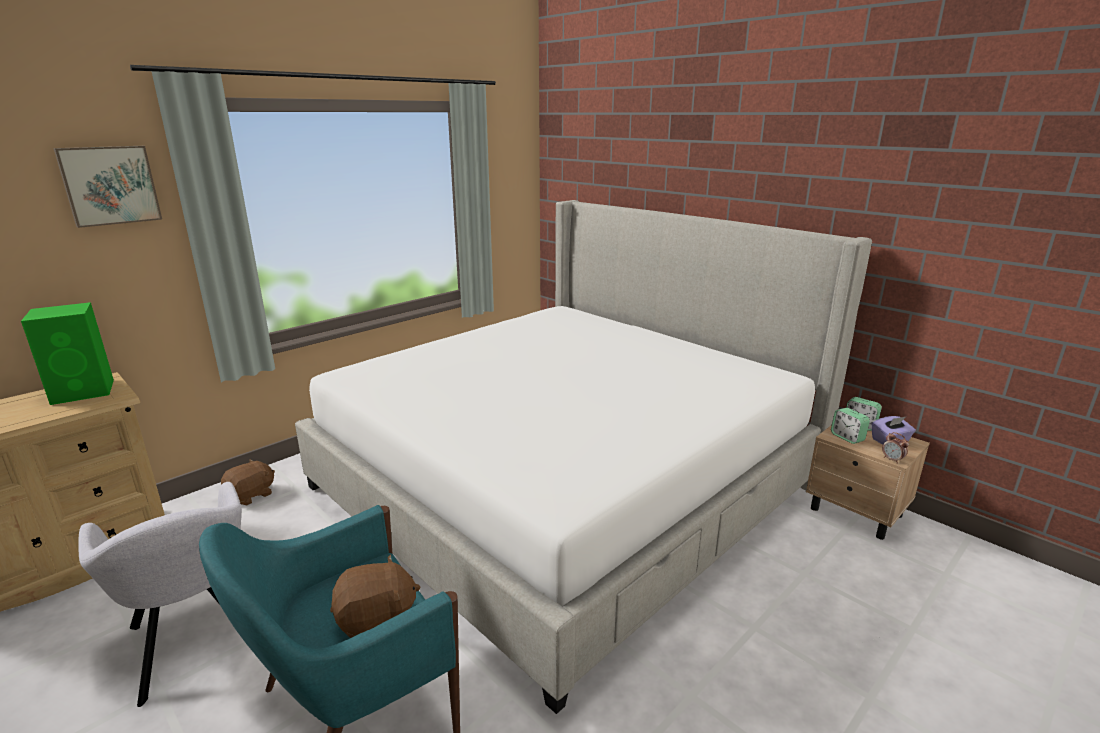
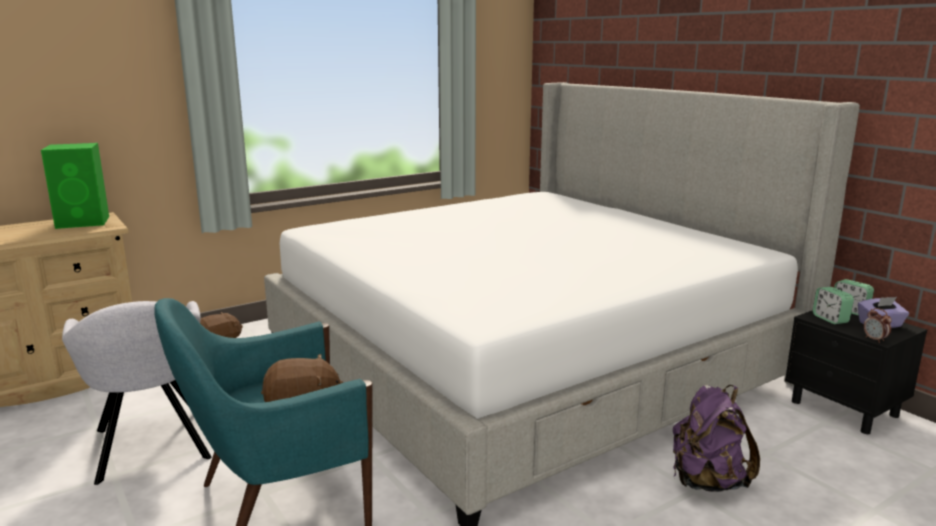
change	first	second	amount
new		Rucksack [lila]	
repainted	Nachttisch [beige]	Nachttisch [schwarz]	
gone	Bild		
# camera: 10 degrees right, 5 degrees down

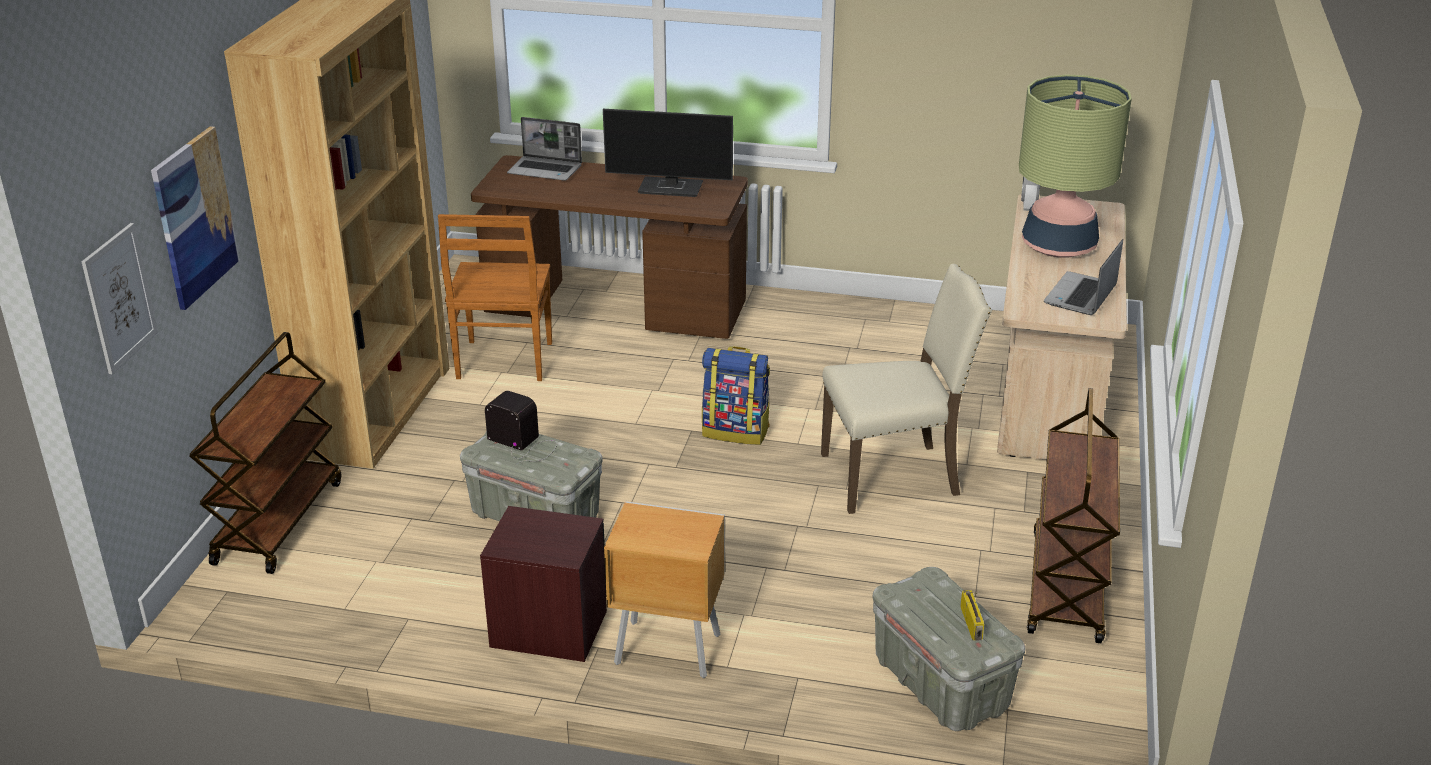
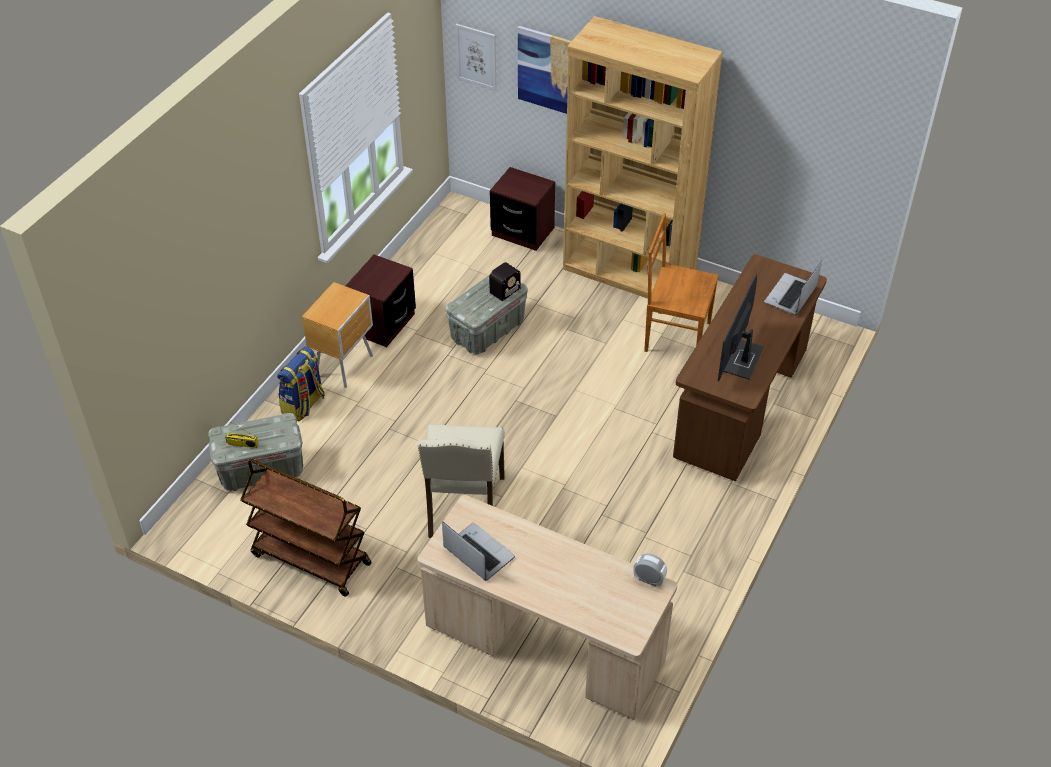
change	first	second	amount
shifted	Rucksack		
swapped	Rollwagen [braun] (no. 1 from left)	Nachttisch [braun] (no. 3 from left)	
gone	Tischlampe		
# camera: 105 degrees right, 15 degrees up

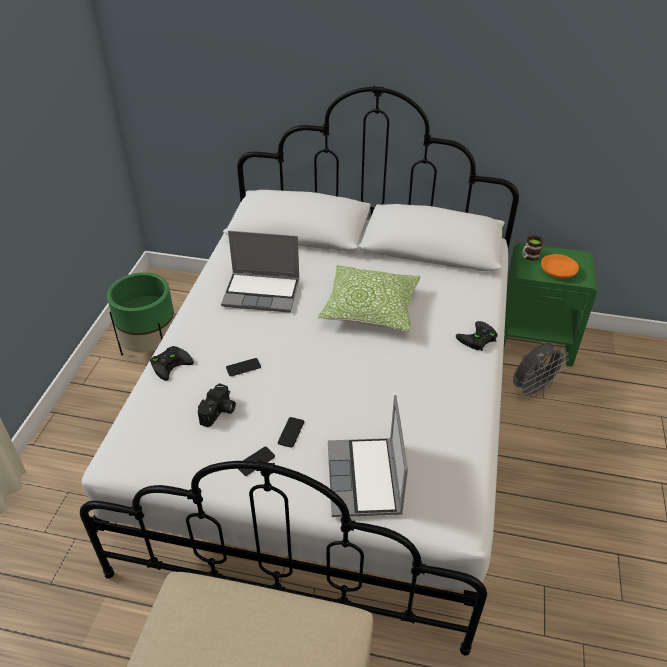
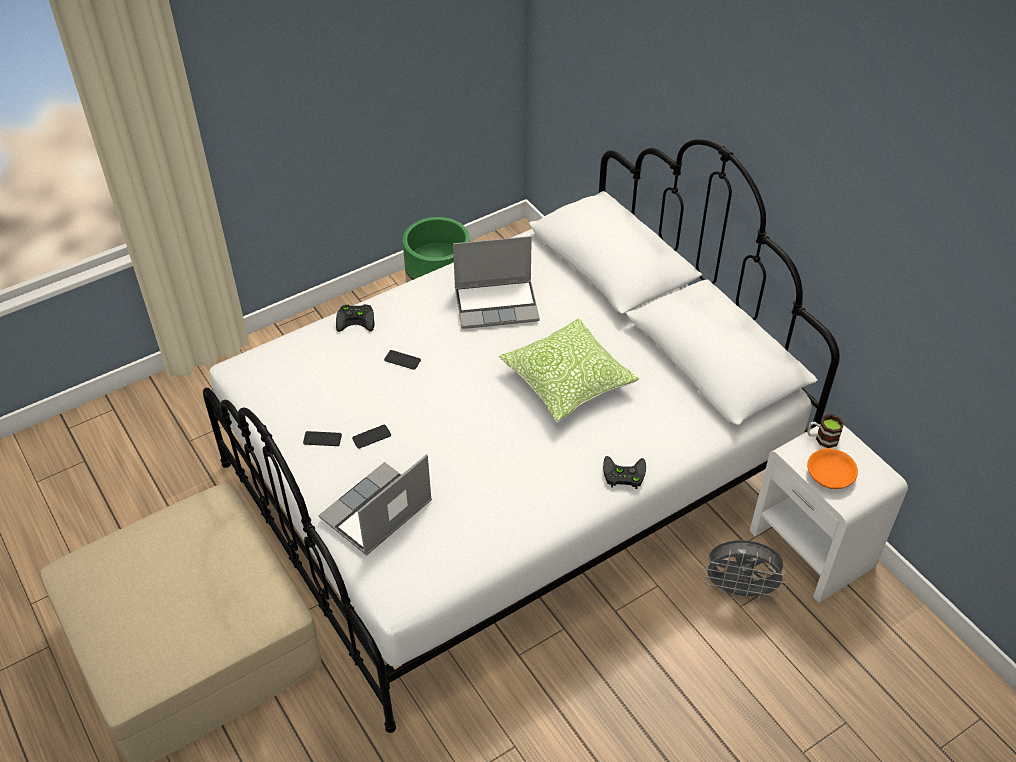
change	first	second	amount
rotated	Laptop (no. 1 from left in the first image)	Laptop (no. 2 from left)	60 degrees counterclockwise
repainted	Nachttisch [grün]	Nachttisch [weiß]	
gone	Kamera		
# camera: 45 degrees right, 5 degrees up

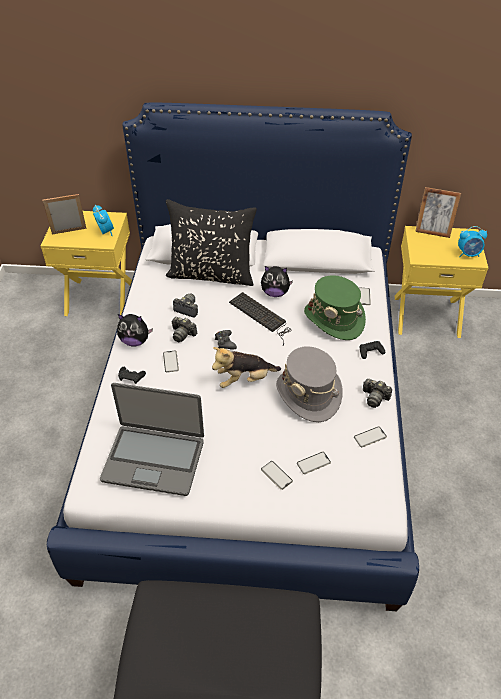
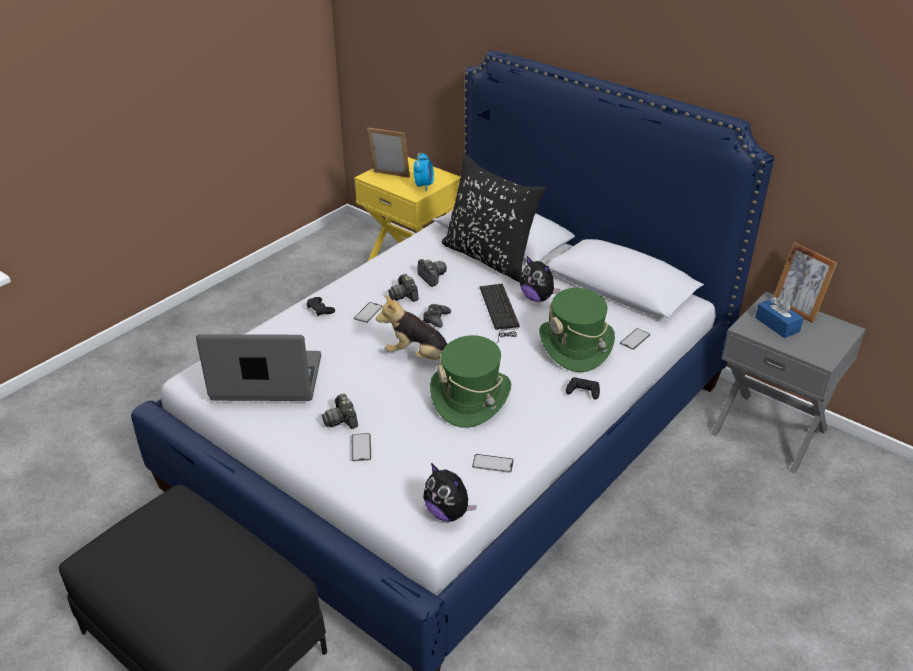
change	first	second	amount
rotated	Laptop		135 degrees clockwise
shifted	Kamera (no. 3 from left in the first image)	Kamera (no. 1 from left)	
shifted	Plüschtier (no. 1 from left in the first image)	Plüschtier (no. 2 from left)	
repainted	Hut [grau]	Hut [grün] (no. 1 from left)	
repainted	Nachttisch [gelb] (no. 2 from left)	Nachttisch [grau]	
new		Taschentuchbox [blau]	
gone	Handy (no. 3 from left)		
gone	Wecker (no. 2 from left)		
# camera: 35 degrees right, 10 degrees down

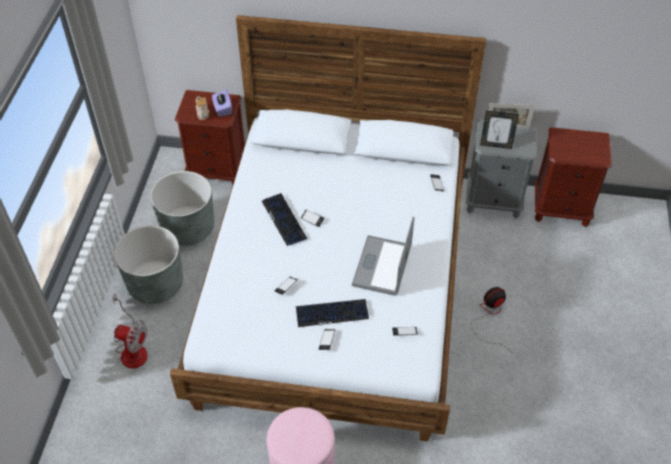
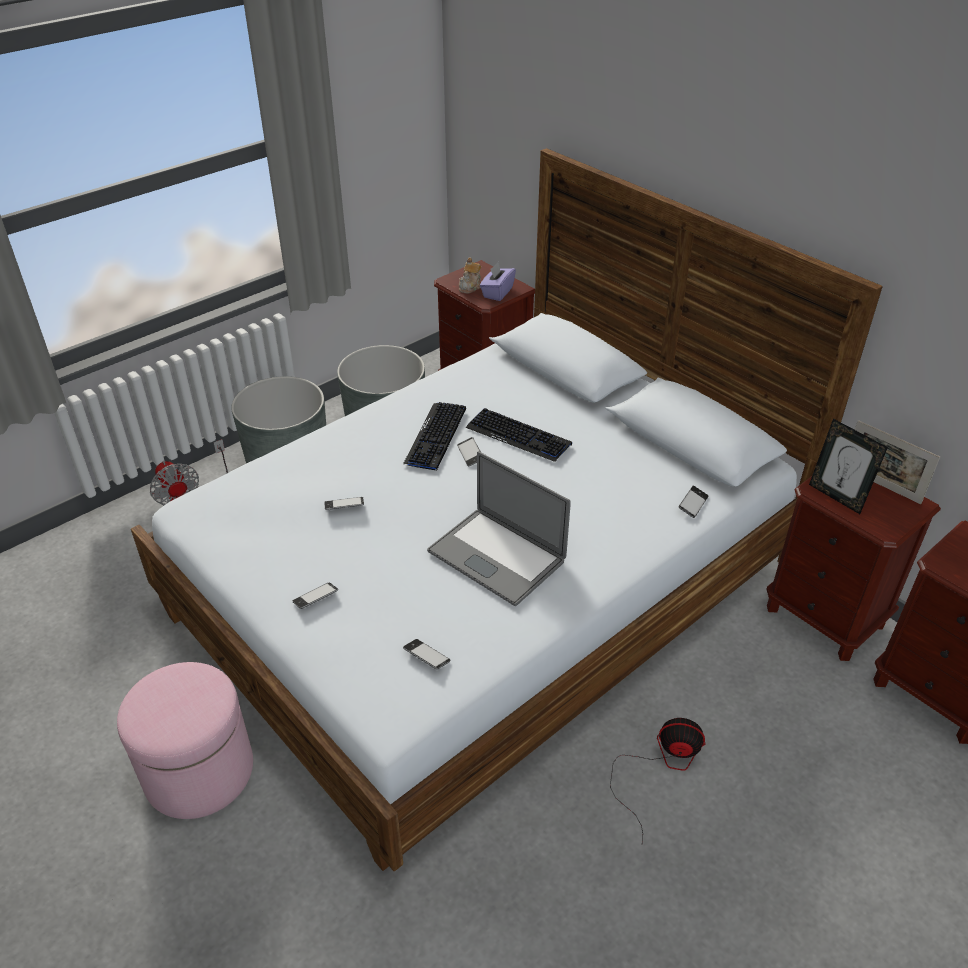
change	first	second	amount
rotated	Laptop		105 degrees counterclockwise
shifted	Tastatur (no. 2 from left)		
repainted	Nachttisch [grau]	Nachttisch [braun] (no. 2 from left)	
# camera: 40 degrees right, 10 degrees down

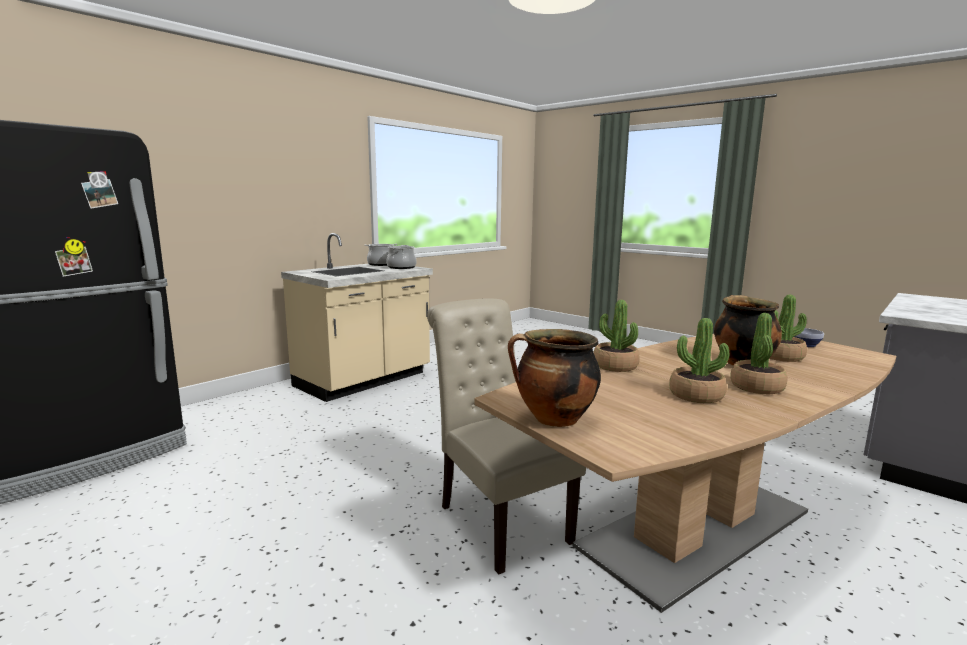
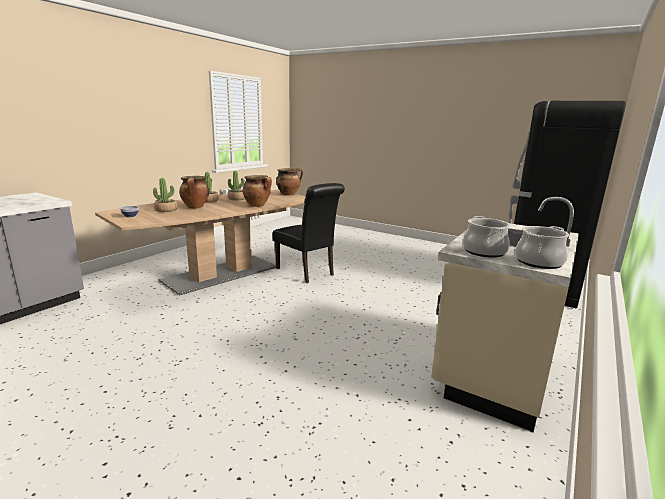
change	first	second	amount
swapped	Topfpflanze (no. 1 from left)	Kochtopf (no. 2 from left)	
repainted	Stuhl [beige]	Stuhl [schwarz]	
# camera: 170 degrees right, 5 degrees up

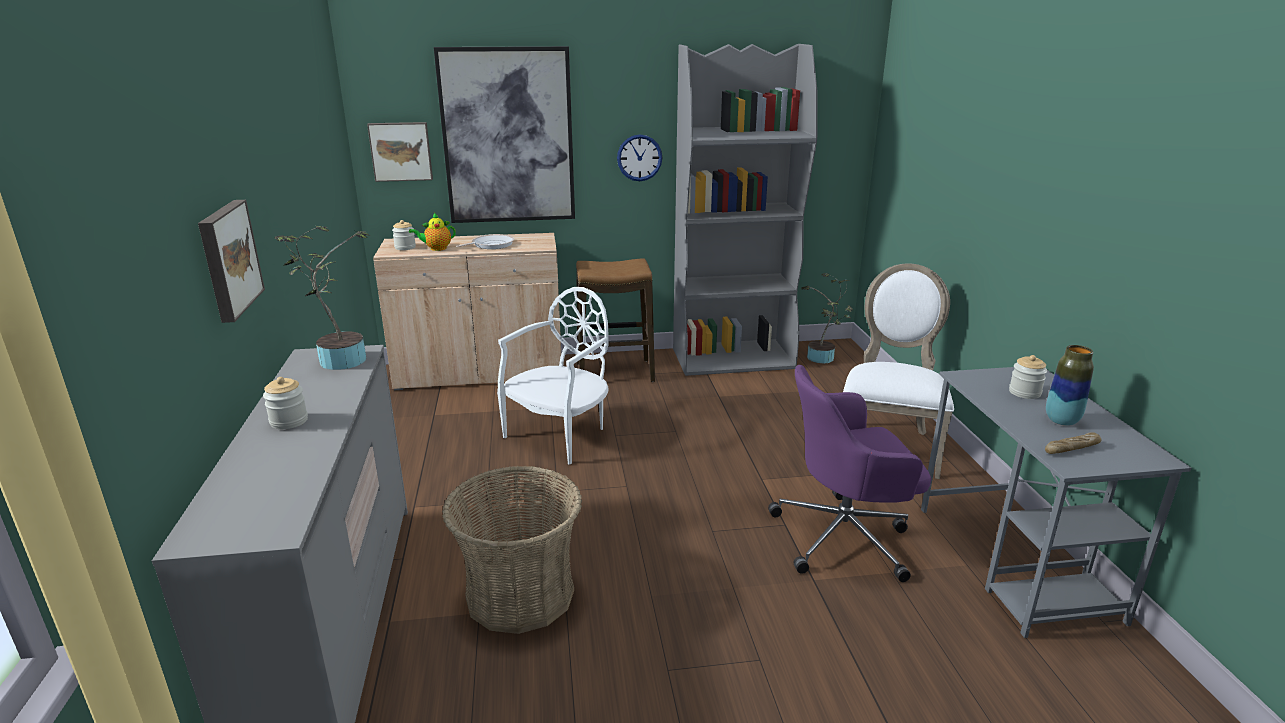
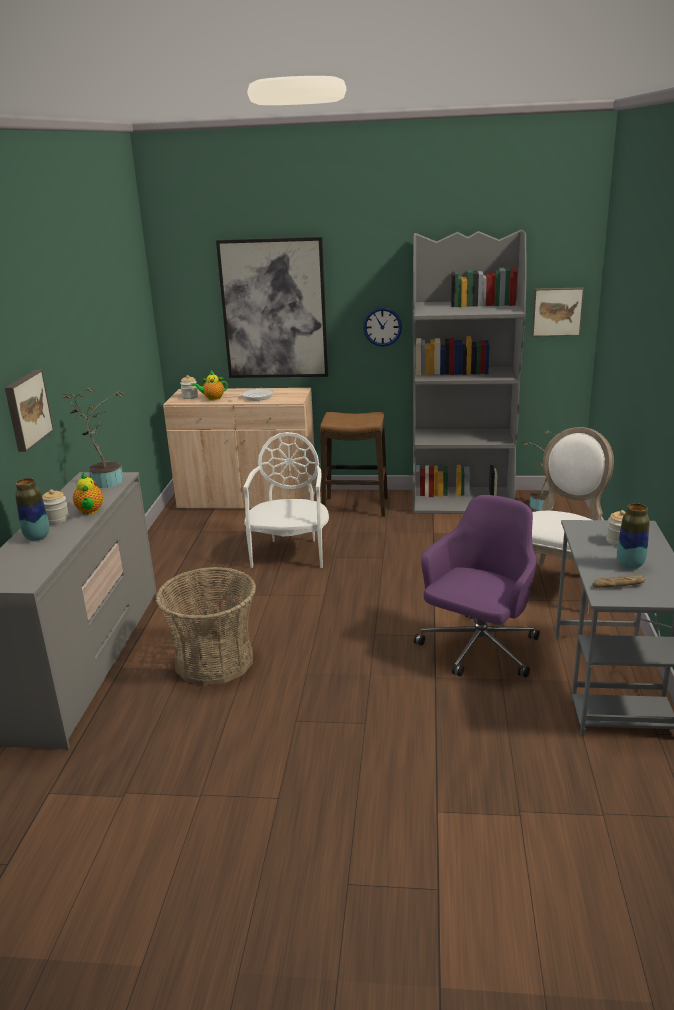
change	first	second	amount
new		Vase (no. 1 from left)	
new		Teekanne (no. 1 from left)	
rotated	Stuhl [weiß] (no. 1 from left)		45 degrees counterclockwise
rotated	Bürostuhl [lila]		120 degrees clockwise
shifted	Bild (no. 2 from left in the first image)	Bild (no. 3 from left)	
# camera: 15 degrees right, 0 degrees up

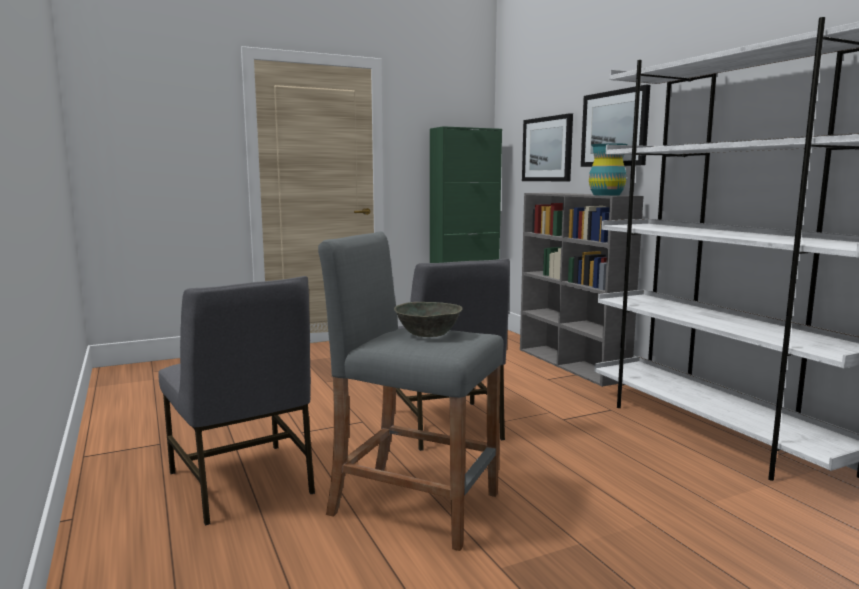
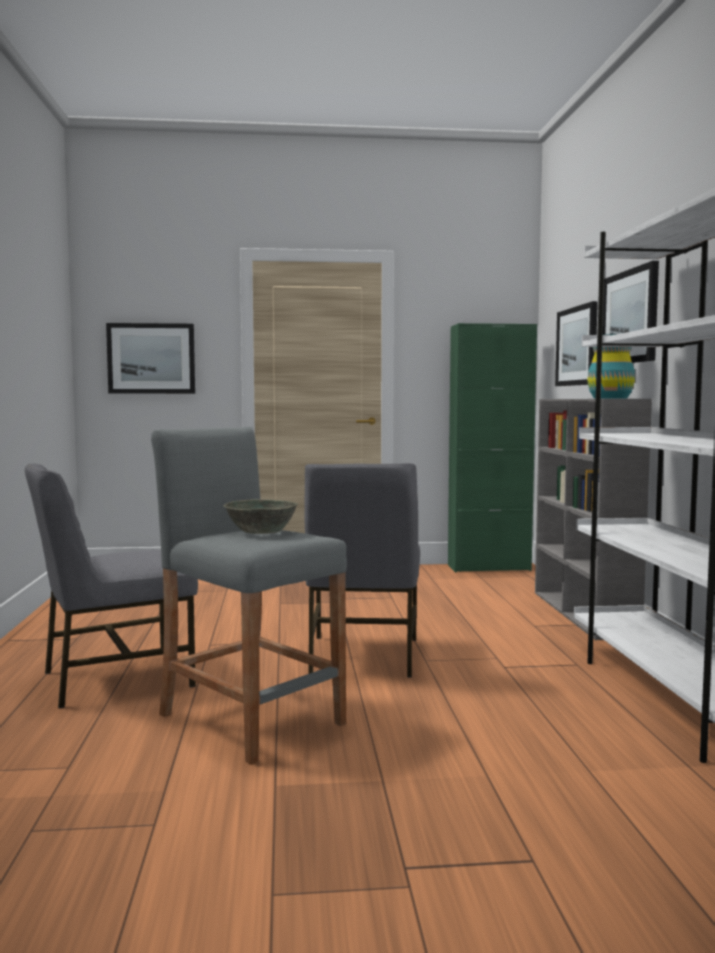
change	first	second	amount
rotated	Stuhl [grau] (no. 1 from left)		75 degrees clockwise
new		Bild (no. 1 from left)	
# camera: 20 degrees right, 5 degrees down

